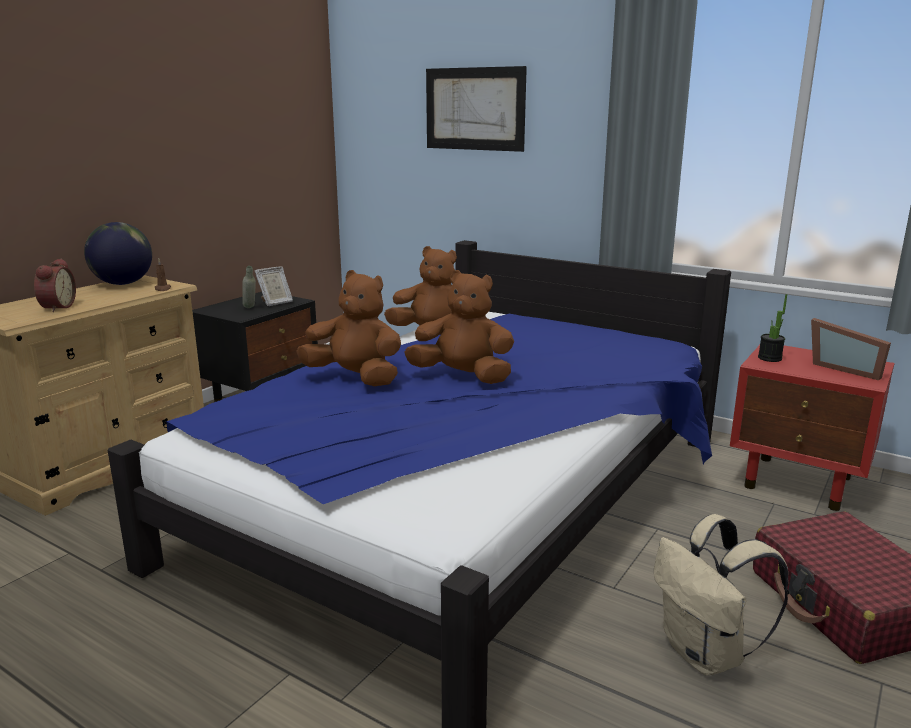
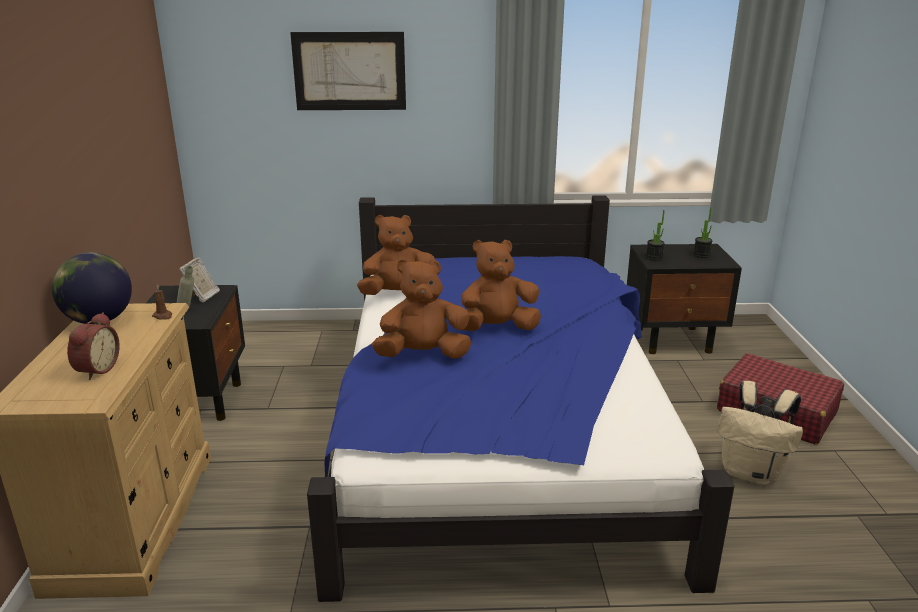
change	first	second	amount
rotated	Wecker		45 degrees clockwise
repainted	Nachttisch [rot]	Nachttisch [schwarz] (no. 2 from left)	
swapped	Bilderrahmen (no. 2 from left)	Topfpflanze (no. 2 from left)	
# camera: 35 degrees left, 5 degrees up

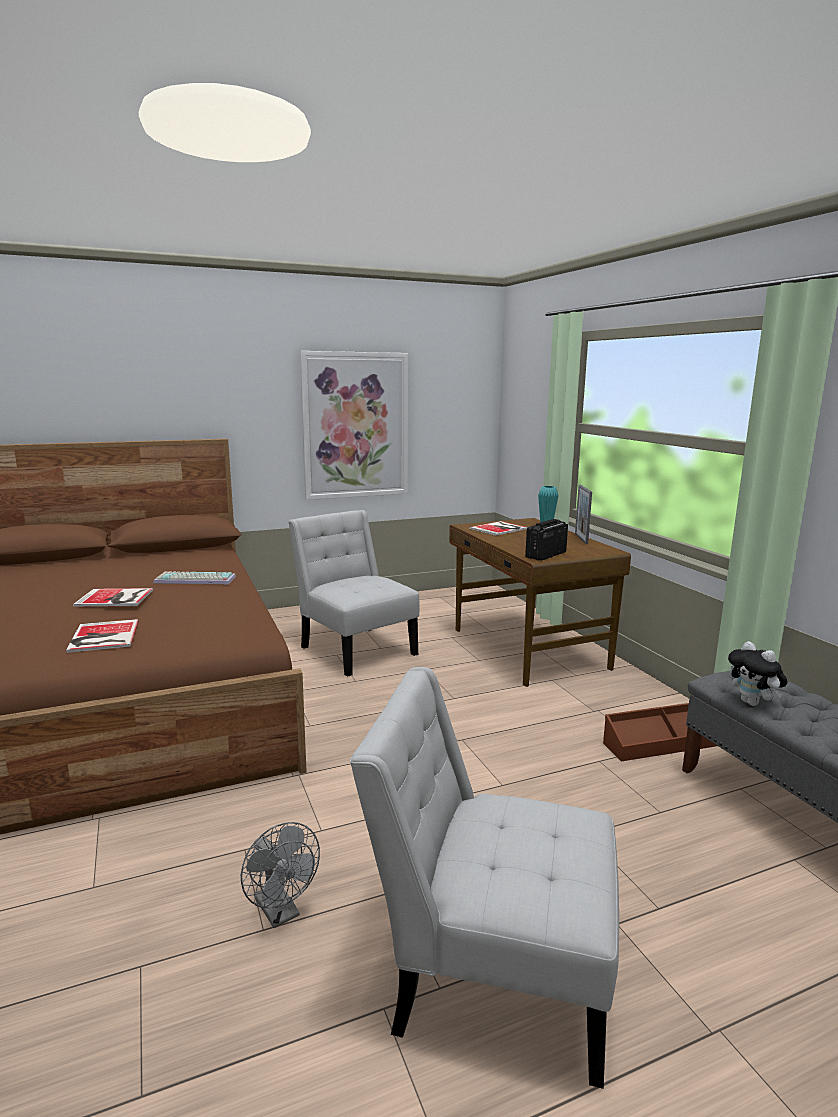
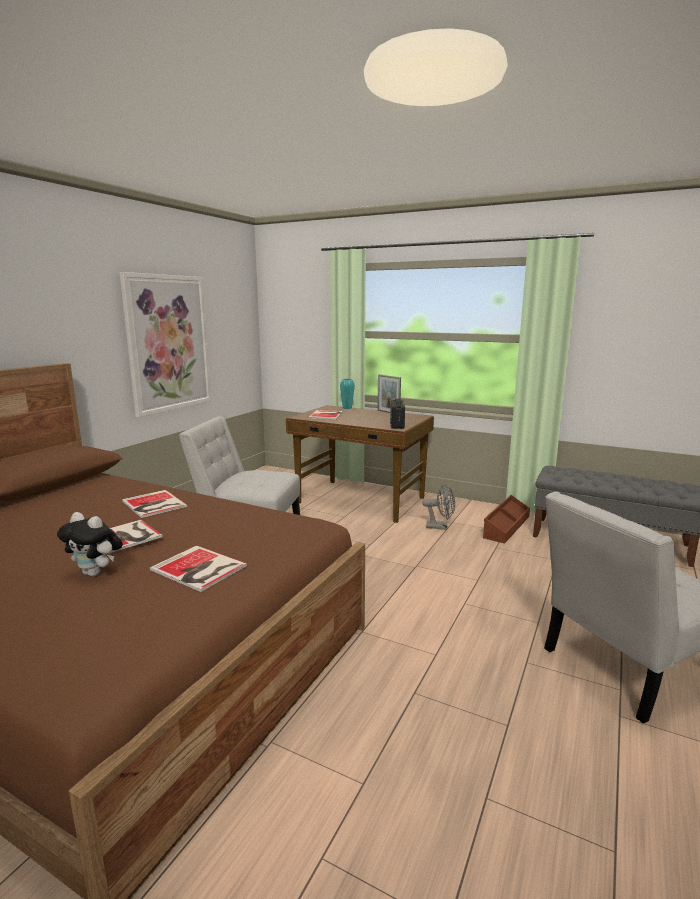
change	first	second	amount
shifted	Plüschtier		
swapped	Tastatur	Buch (no. 2 from left)	
shifted	Ventilator [grau]		
# camera: 40 degrees left, 0 degrees up

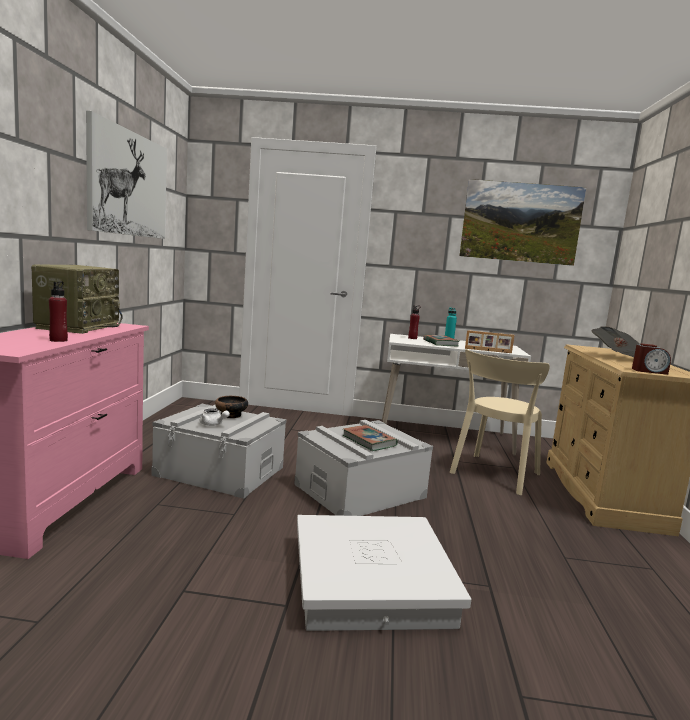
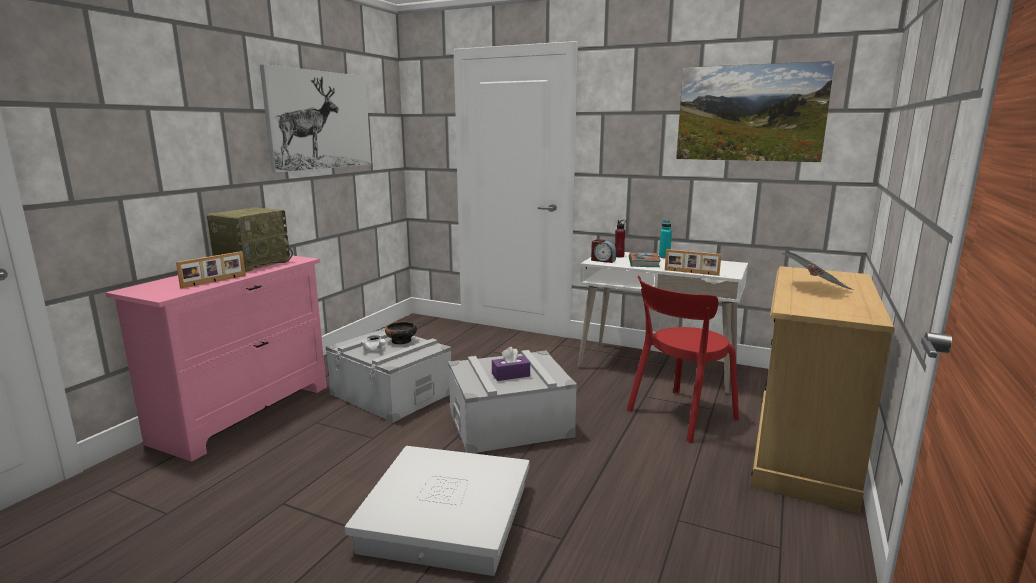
change	first	second	amount
swapped	Flasche [rot] (no. 1 from left)	Bilderrahmen (no. 1 from left)	
swapped	Buch (no. 1 from left)	Taschentuchbox [lila]	
shifted	Wecker		
repainted	Stuhl [beige]	Stuhl [rot]	
# camera: 20 degrees right, 5 degrees up

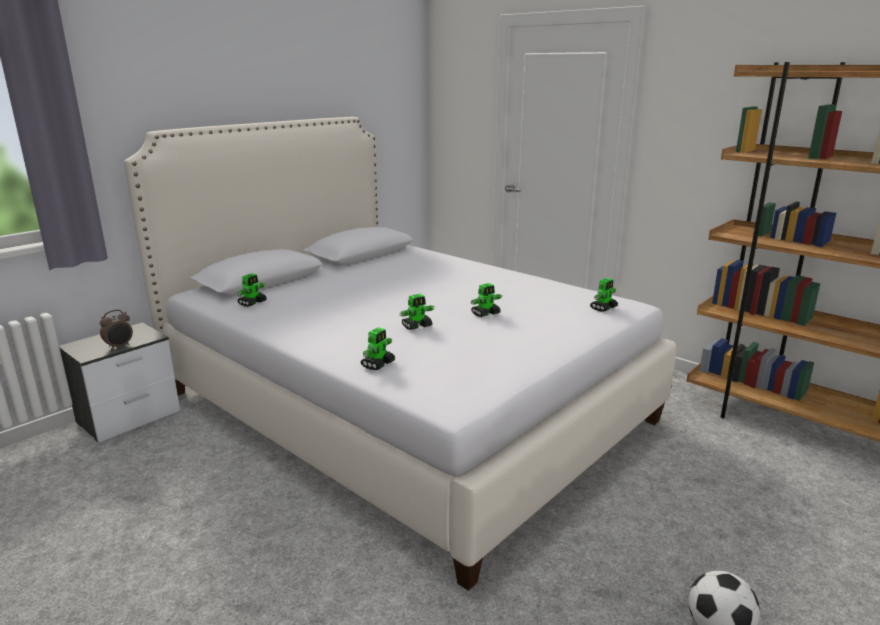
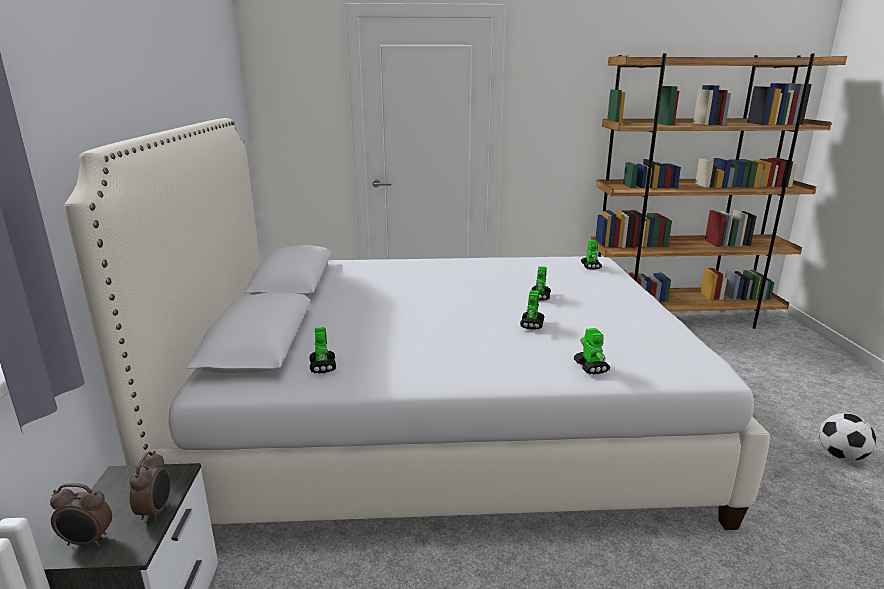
change	first	second	amount
new		Wecker (no. 1 from left)	
# camera: 45 degrees left, 0 degrees up

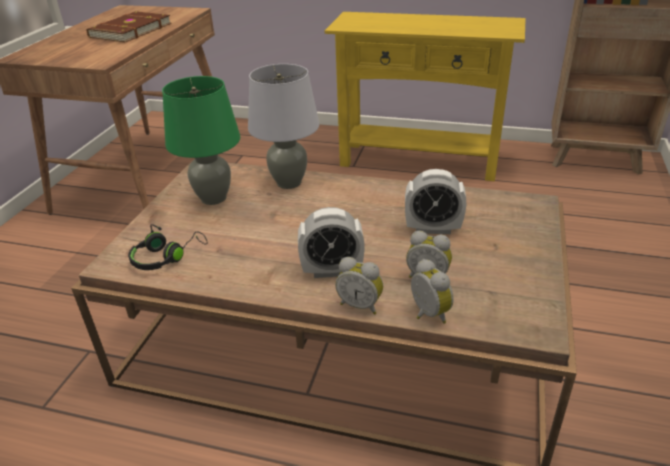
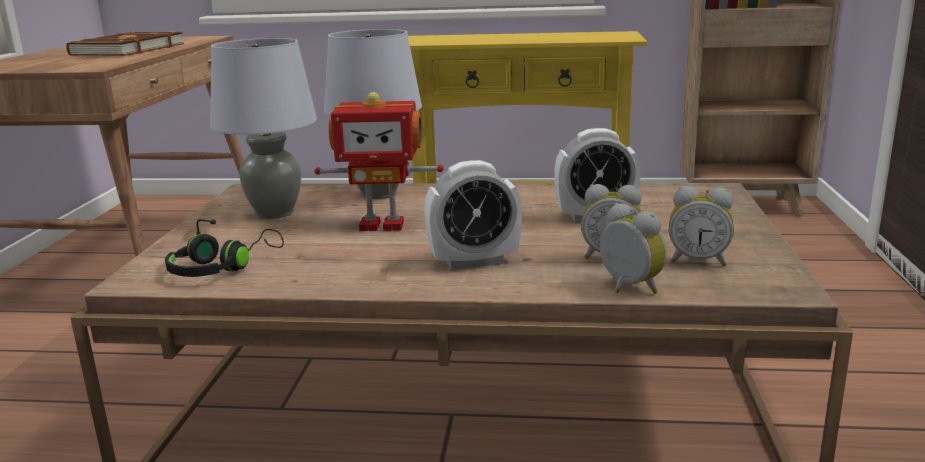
change	first	second	amount
repainted	Tischlampe [grün]	Tischlampe [grau] (no. 1 from left)	
new		Spielzeugroboter	
shifted	Wecker (no. 2 from left in the first image)	Wecker (no. 5 from left)	
# camera: 10 degrees left, 15 degrees down

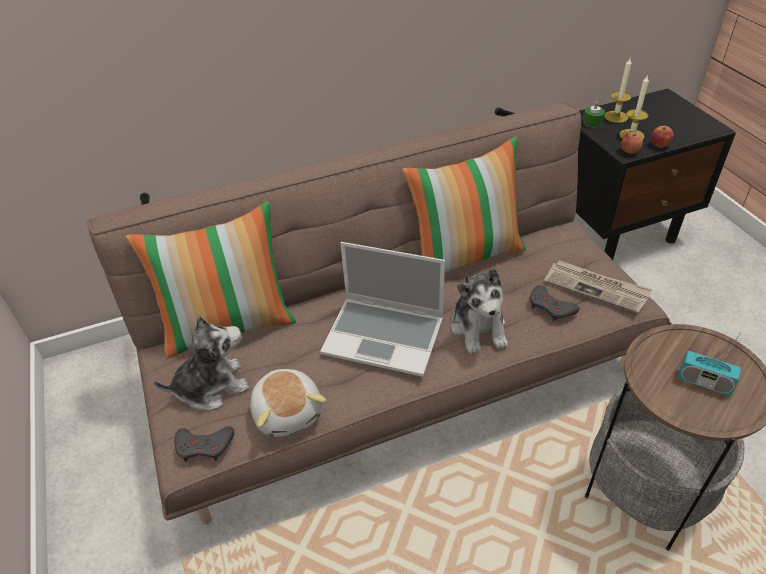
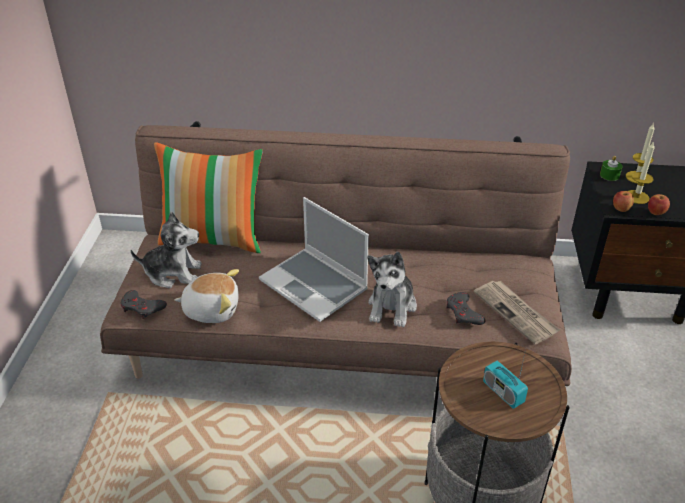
change	first	second	amount
rotated	Plüschtier (no. 2 from left)		90 degrees counterclockwise
gone	Kissen (no. 2 from left)		
# camera: 25 degrees right, 5 degrees down

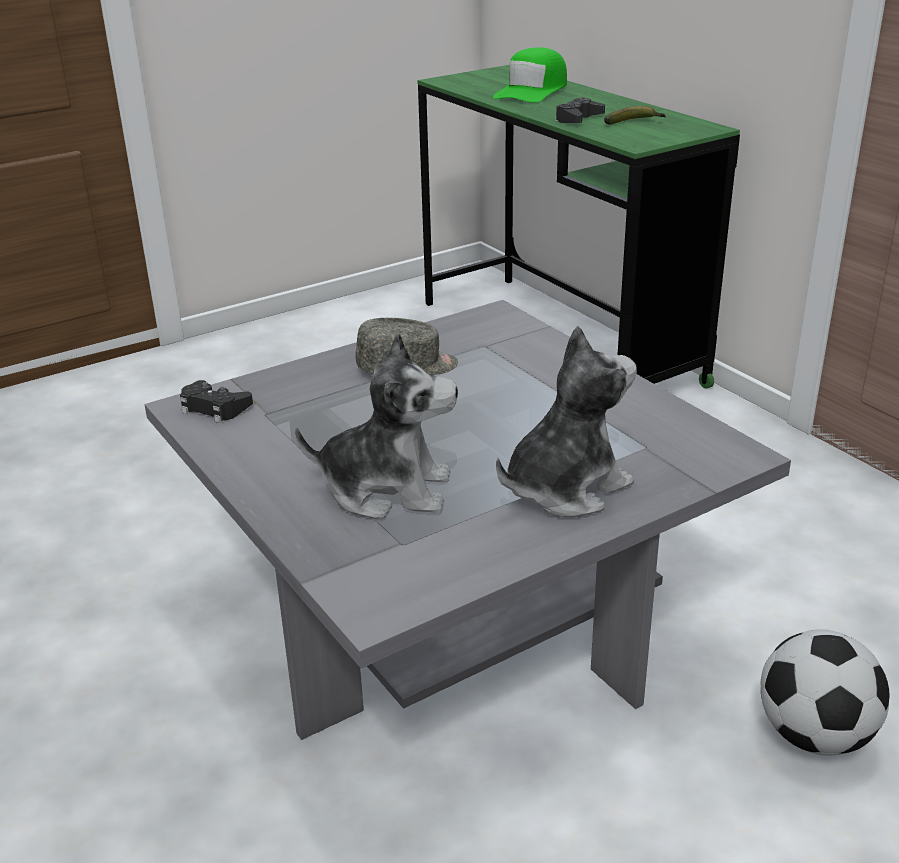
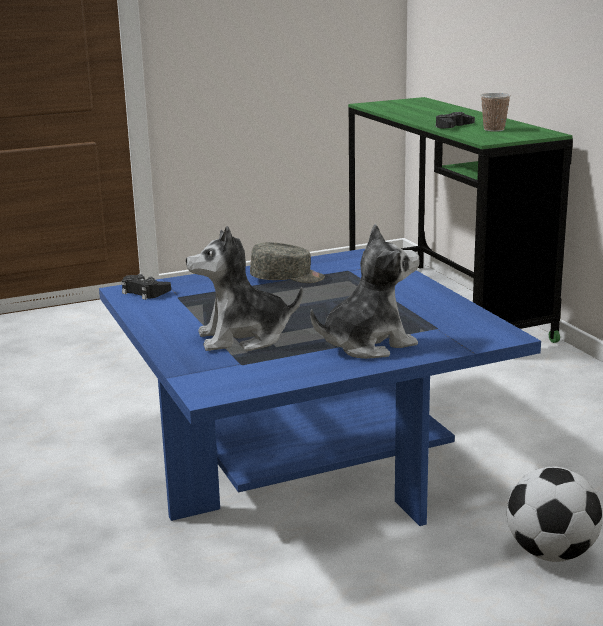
change	first	second	amount
repainted	Couchtisch [grau]	Couchtisch [blau]	
rotated	Plüschtier (no. 1 from left)		150 degrees clockwise
swapped	Banane	Tasse	
gone	Kappe [grün]		
# camera: 10 degrees right, 10 degrees down

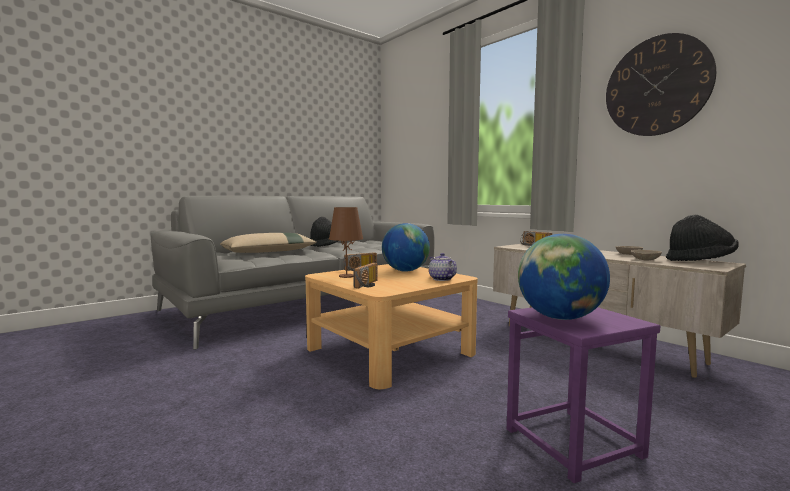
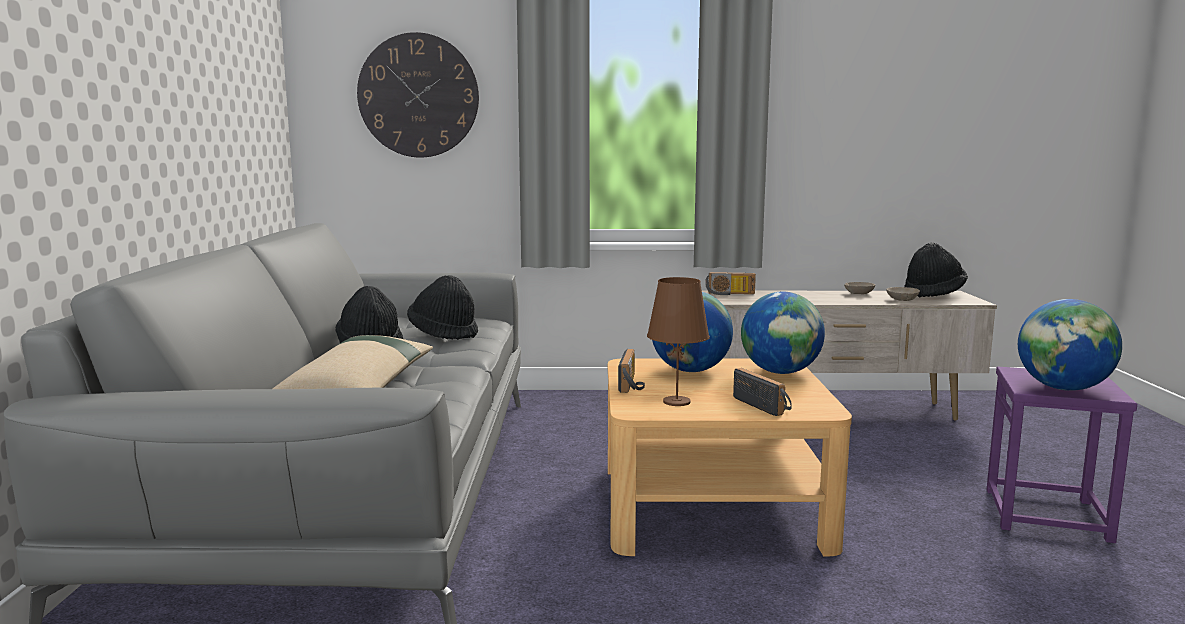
change	first	second	amount
shifted	Wanduhr		
new		Hut [schwarz] (no. 2 from left)	
swapped	Teekanne	Globus (no. 2 from left)	
# camera: 50 degrees left, 5 degrees up

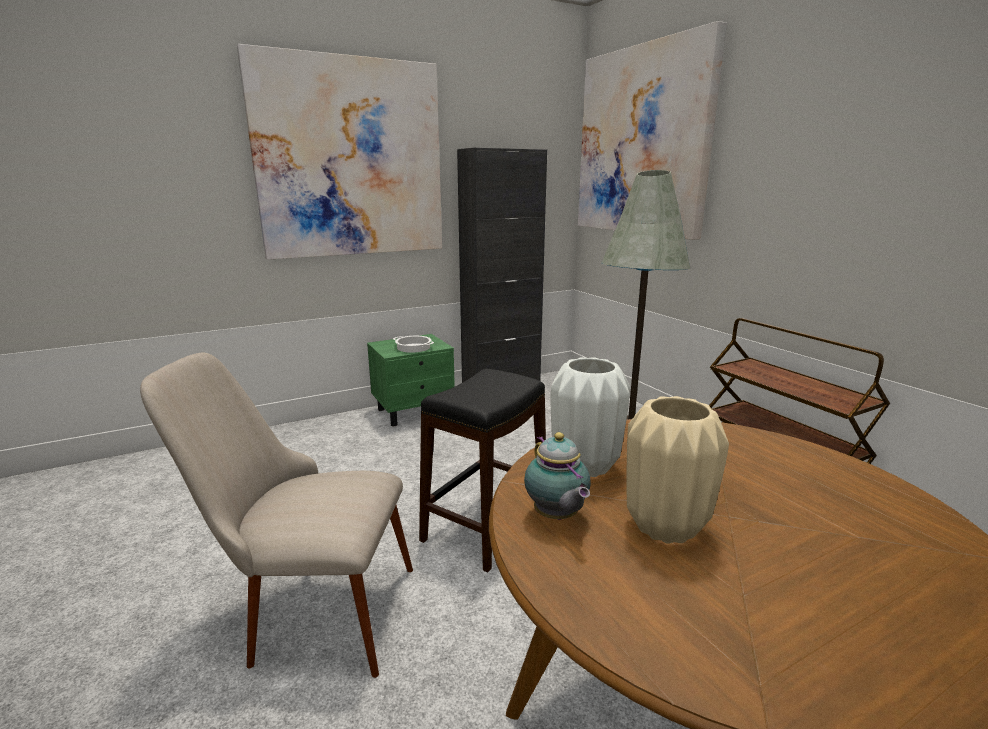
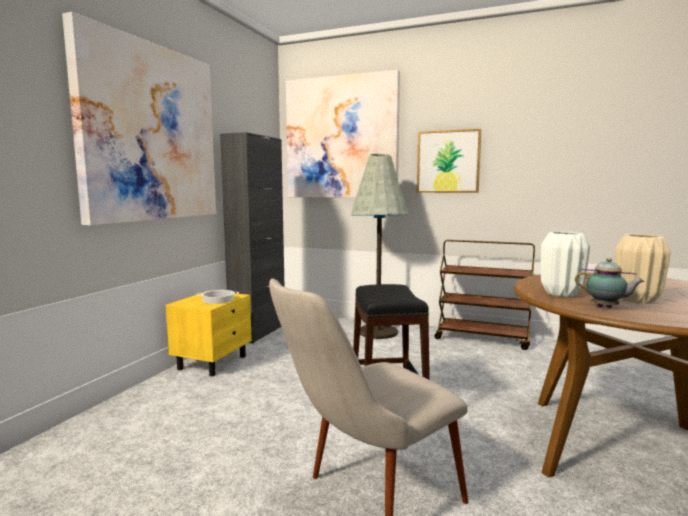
change	first	second	amount
repainted	Nachttisch [grün]	Nachttisch [gelb]	
new		Bild (no. 3 from left)	
# camera: 40 degrees left, 10 degrees down

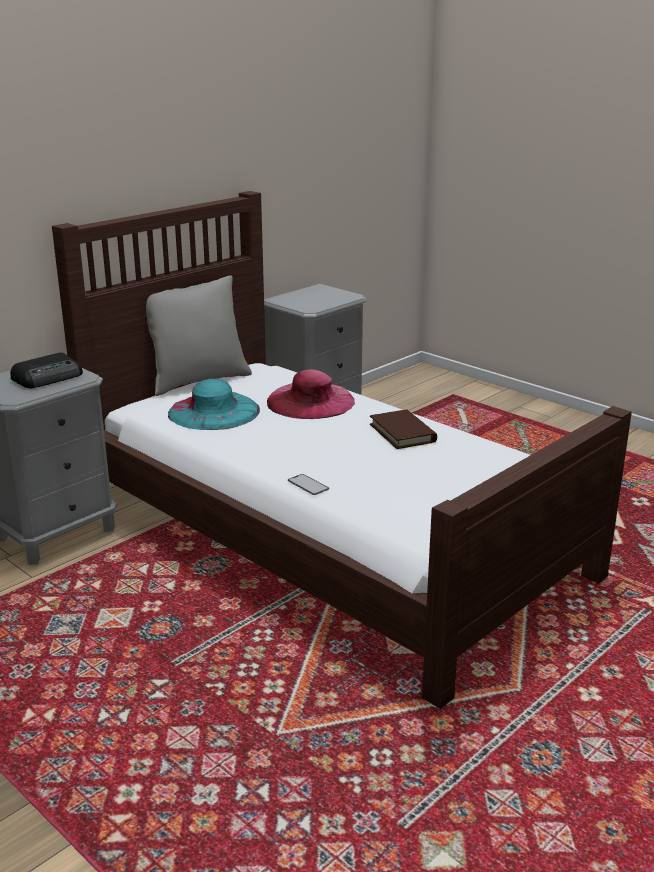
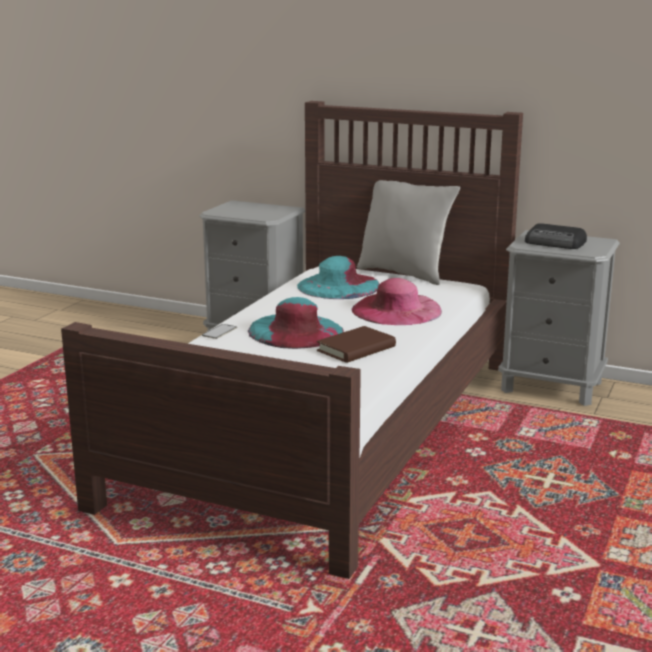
change	first	second	amount
new		Hut [türkis] (no. 1 from left)	
shifted	Radio		
# camera: 70 degrees right, 5 degrees down

